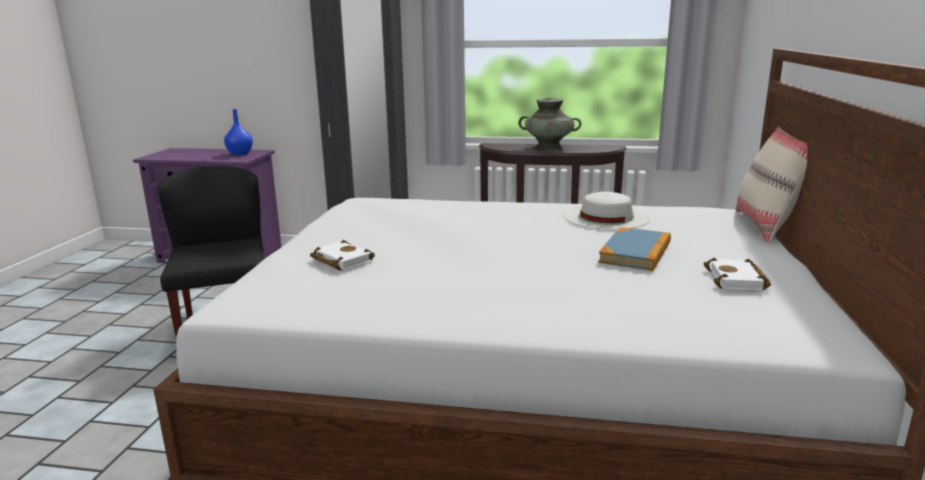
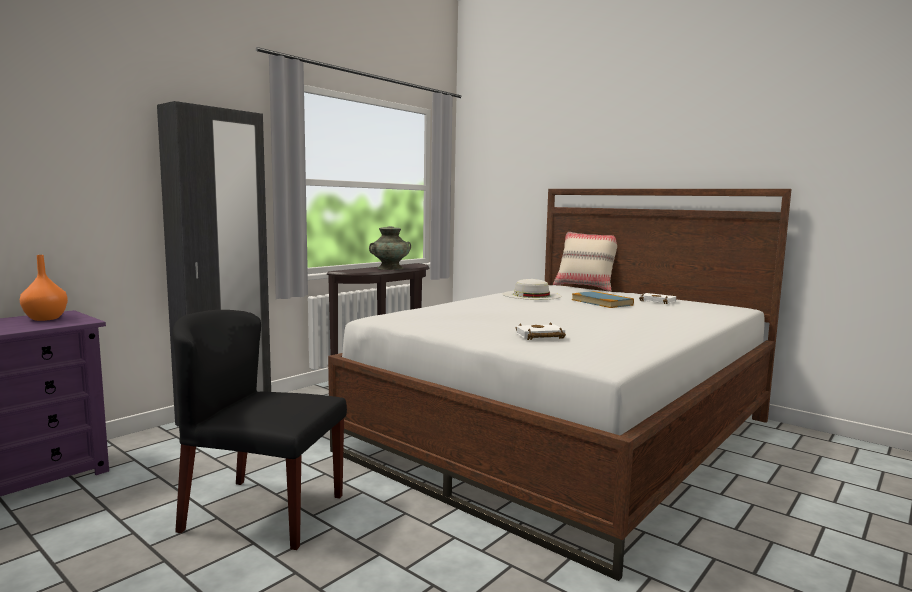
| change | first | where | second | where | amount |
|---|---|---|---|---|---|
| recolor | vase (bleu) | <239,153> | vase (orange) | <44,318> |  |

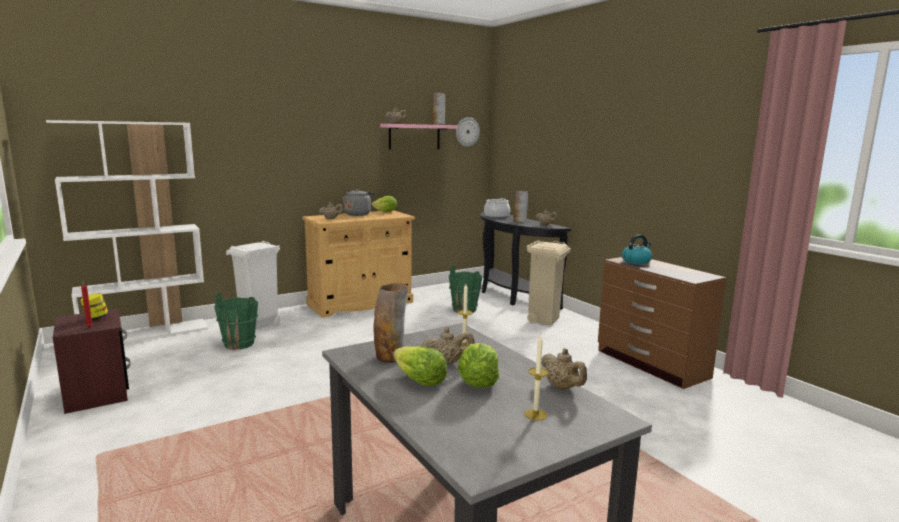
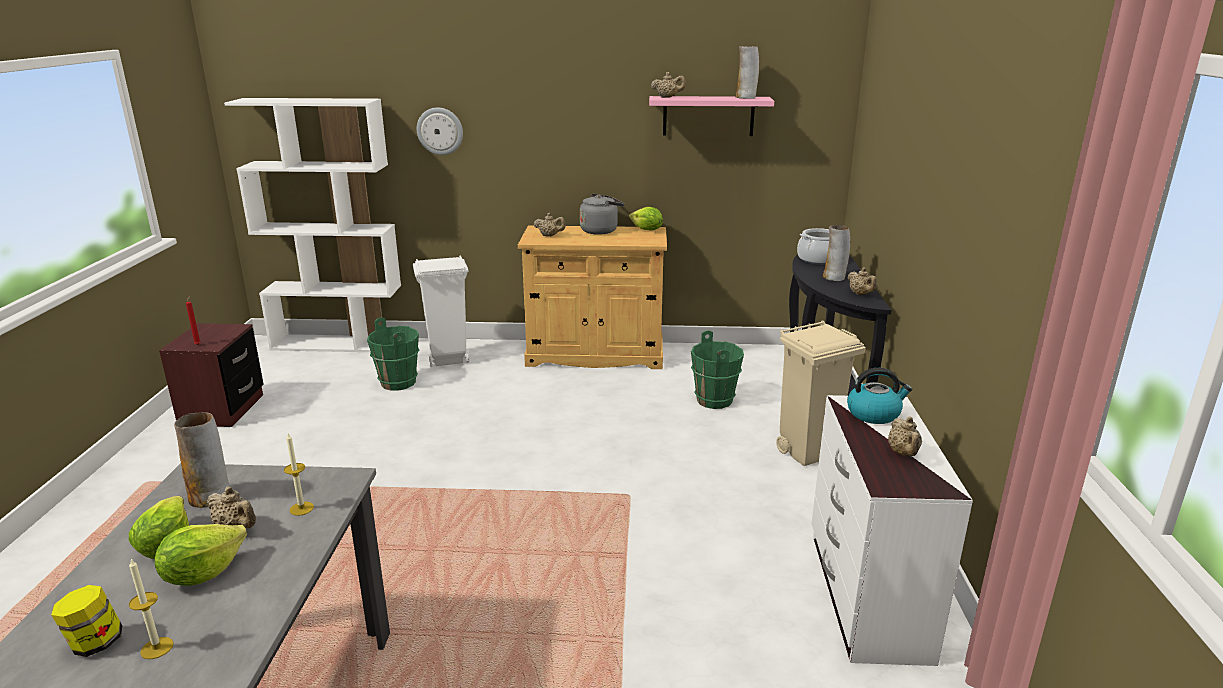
| change | first | where | second | where | amount |
|---|---|---|---|---|---|
| move | bocal | <96,318> |  | <95,643> |  |
| move | horloge murale | <467,131> |  | <440,131> |  |
| recolor | commode (marron) | <651,364> | commode (blanc) | <865,595> |  |
| move | théière (beige) | <562,387> |  | <903,453> |  |

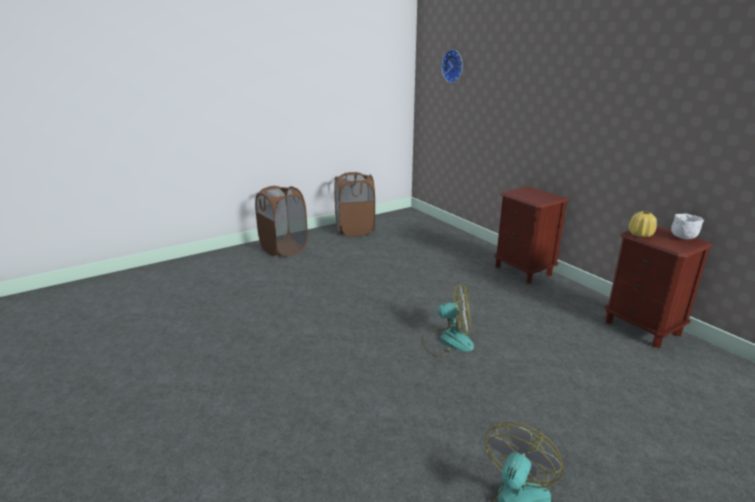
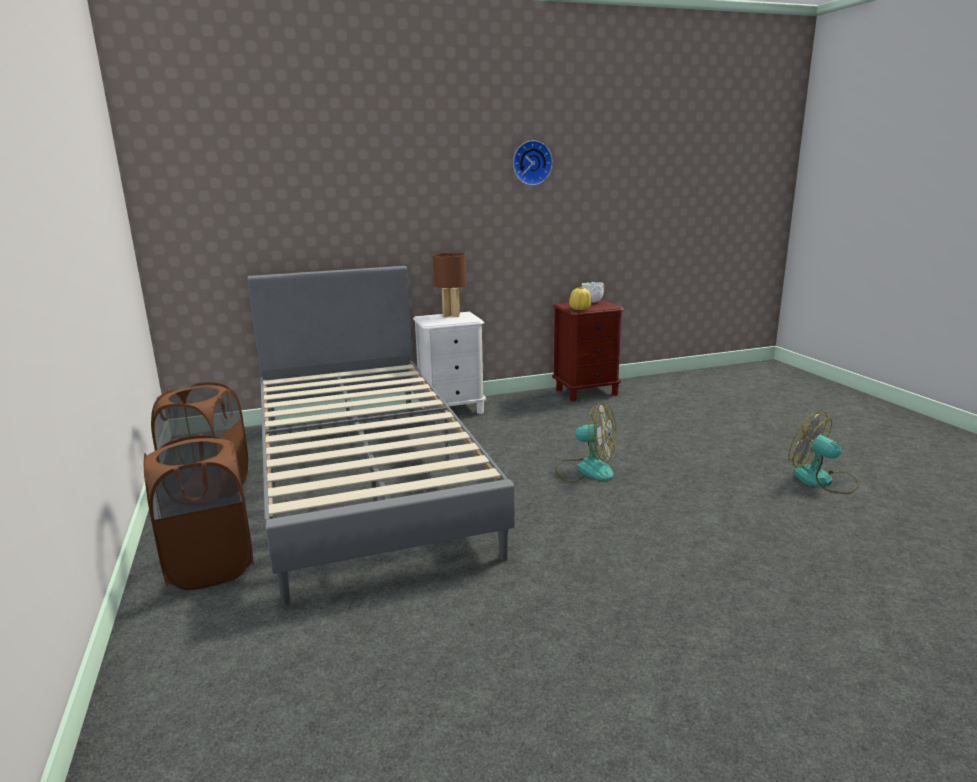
| change | first | where | second | where | amount |
|---|---|---|---|---|---|
| insert |  |  | lit (gris) | <365,478> |  |
| recolor | table de chevet (marron) | <523,270> | table de chevet (blanc) | <452,410> |  |
| insert |  |  | lampe de table (marron) | <451,315> |  |
| move | horloge murale | <454,66> |  | <531,163> |  |
| rotate | ventilateur | <447,341> |  | <586,469> | 90 degrees clockwise |

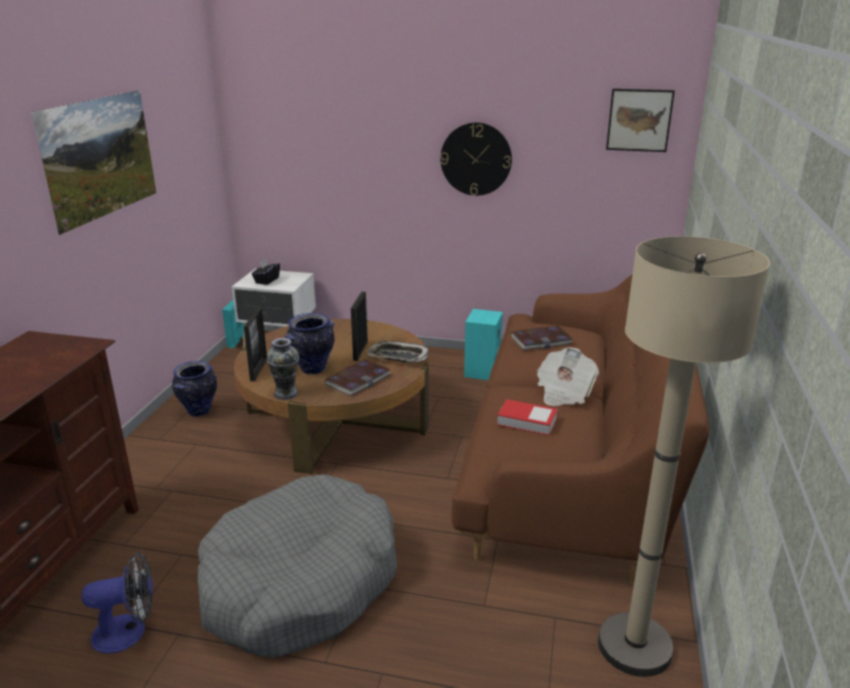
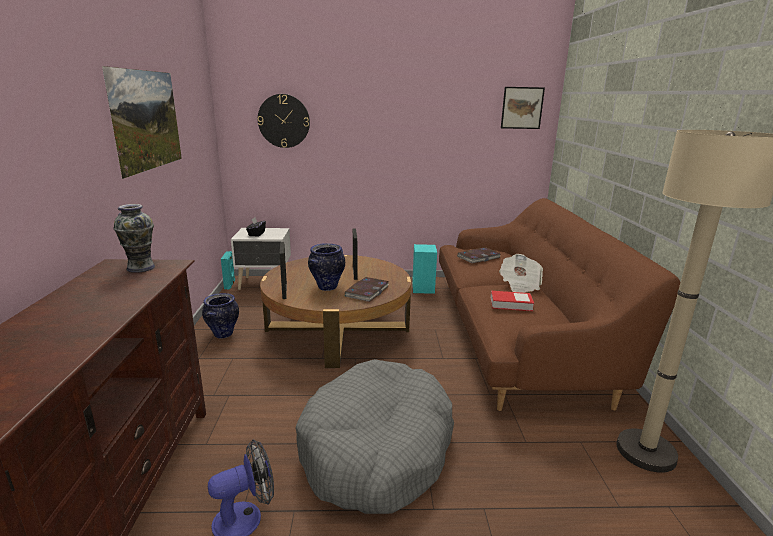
| change | first | where | second | where | amount |
|---|---|---|---|---|---|
| move | vase | <285,394> |  | <140,268> |  |
| move | horloge murale | <476,159> |  | <284,121> |  |
| delete | plateau | <397,356> |  |  |  |

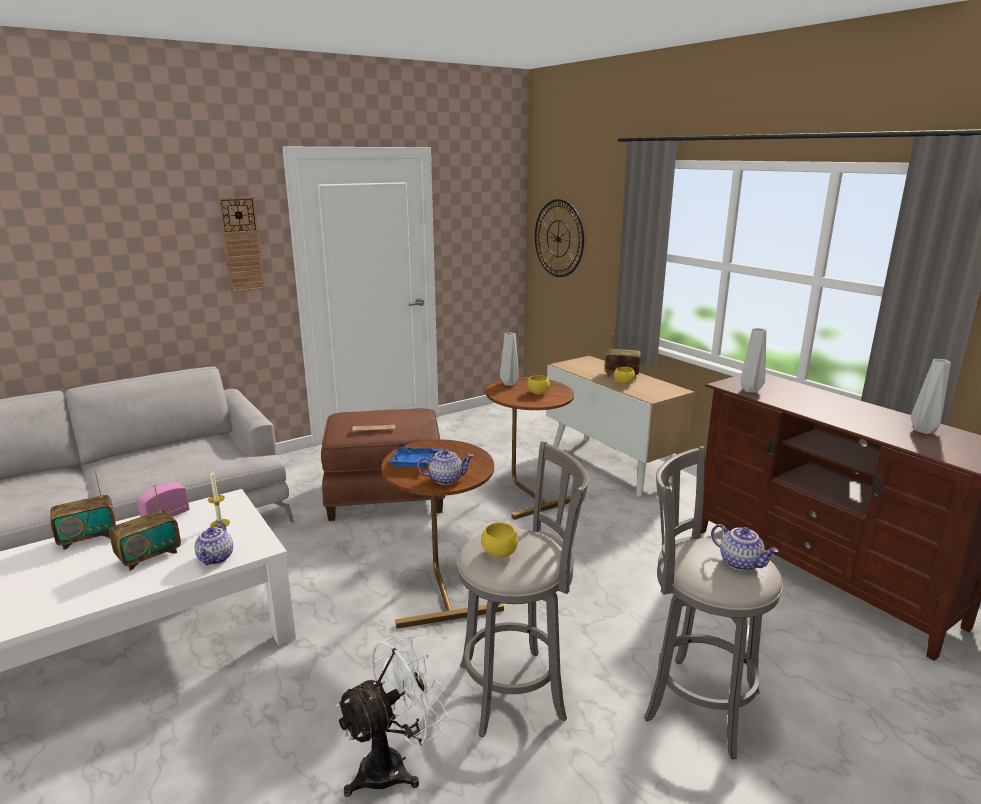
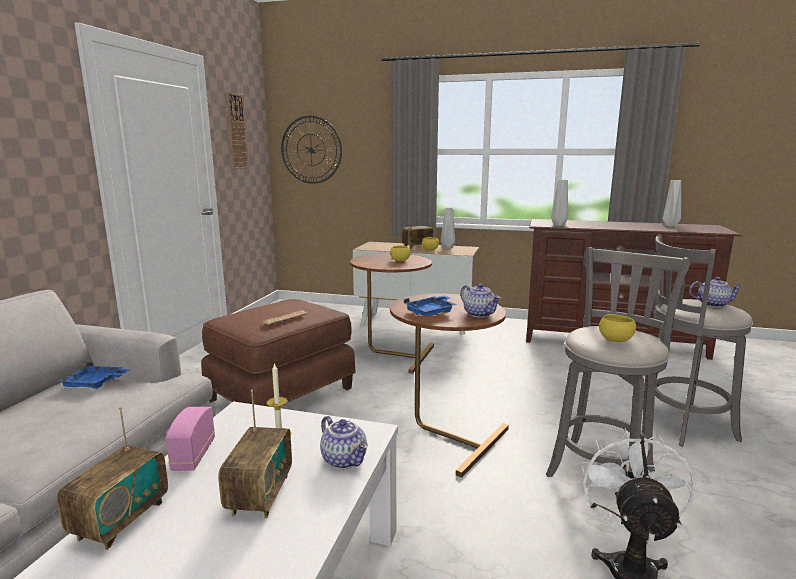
| change | first | where | second | where | amount |
|---|---|---|---|---|---|
| insert |  |  | plateau (bleu) | <95,383> |  |
| move | horloge murale | <242,244> |  | <236,131> |  |
| move | vase (gris) | <508,384> |  | <447,248> |  |
| rotate | théière | <446,479> |  | <479,314> | 105 degrees clockwise |

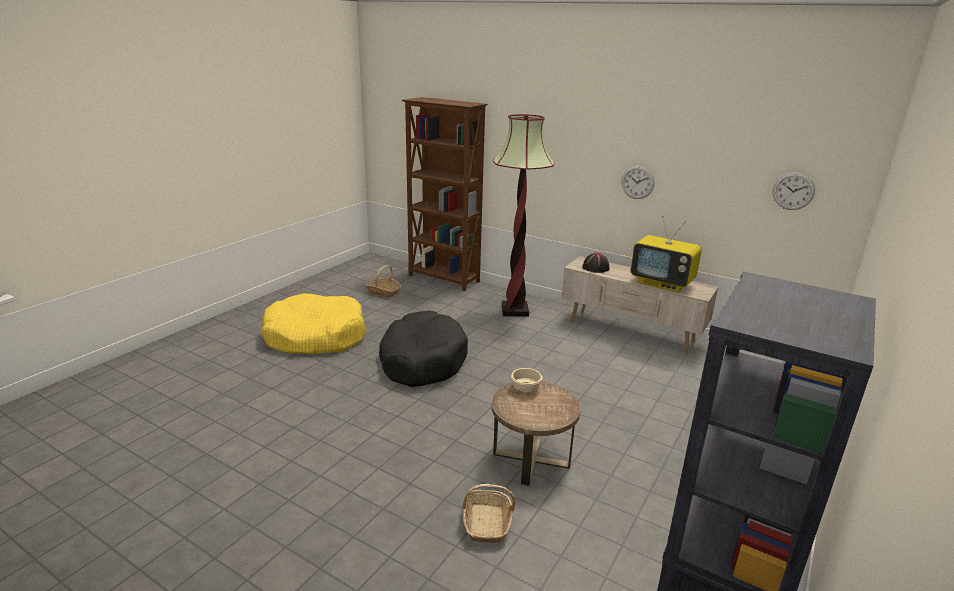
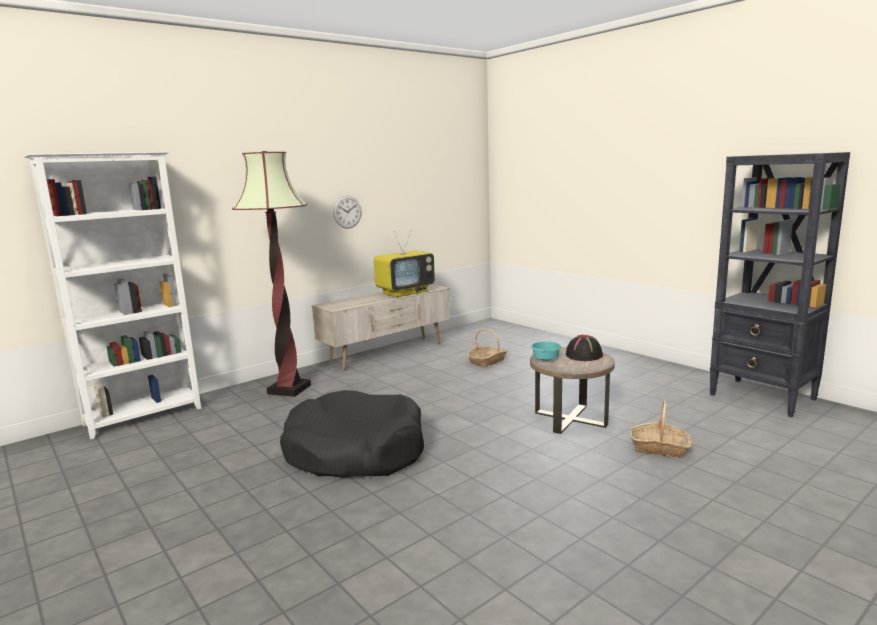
| change | first | where | second | where | amount |
|---|---|---|---|---|---|
| recolor | bibliothèque (marron) | <444,279> | bibliothèque (blanc) | <145,417> |  |
| move | panier | <383,292> |  | <487,361> |  |
| recolor | bol (beige) | <526,389> | bol (turquoise) | <546,359> |  |
| move | chapeau (noir) | <595,268> |  | <584,355> |  |
| delete | panier pour chien (jaune) | <315,336> |  |  |  |
| delete | horloge murale | <793,191> |  |  |  |

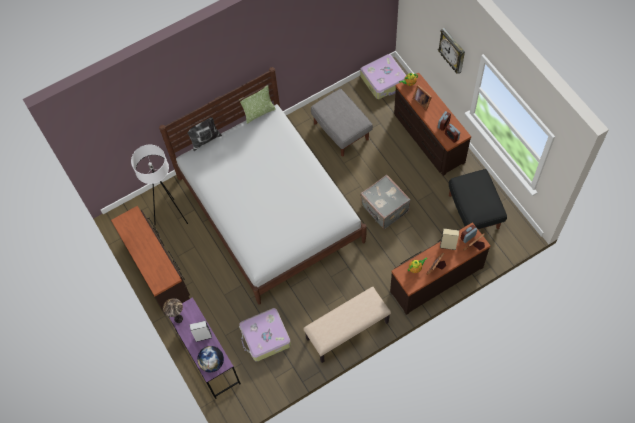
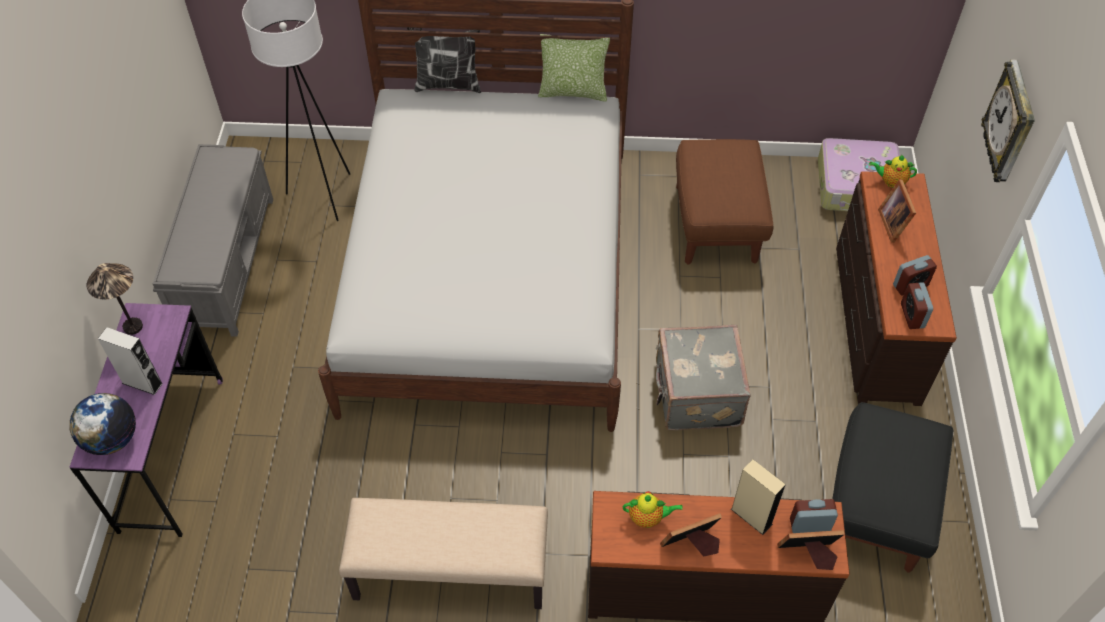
| change | first | where | second | where | amount |
|---|---|---|---|---|---|
| replace | commode (marron) | <157,270> | banc (gris) | <227,262> |  |
| recolor | pouf (gris) | <341,131> | pouf (marron) | <716,224> |  |
| delete | valise | <265,337> |  |  |  |

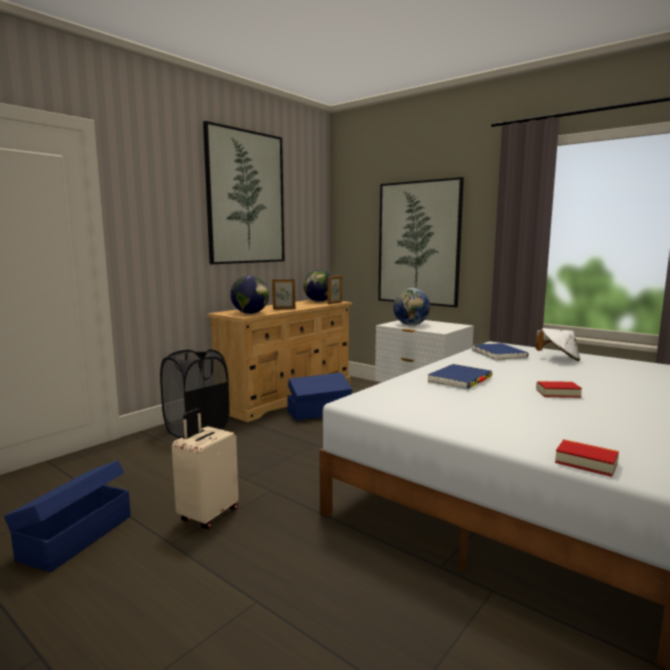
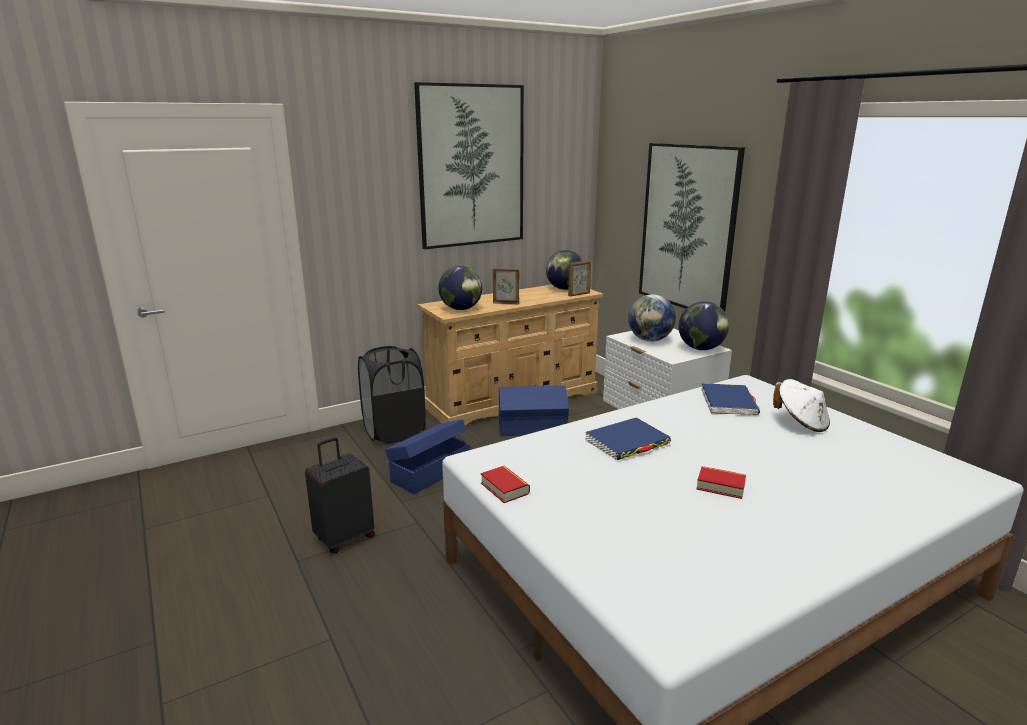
| change | first | where | second | where | amount |
|---|---|---|---|---|---|
| recolor | valise (beige) | <208,515> | valise (noir) | <344,538> |  |
| move | boîte de rangement (bleu) | <74,537> |  | <429,472> |  |
| move | livre | <586,463> |  | <505,488> |  |
| insert |  |  | globe | <700,349> |  |

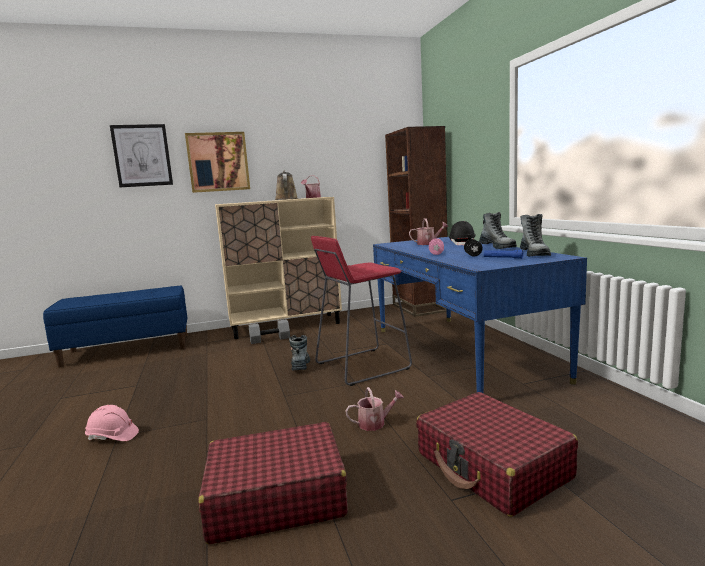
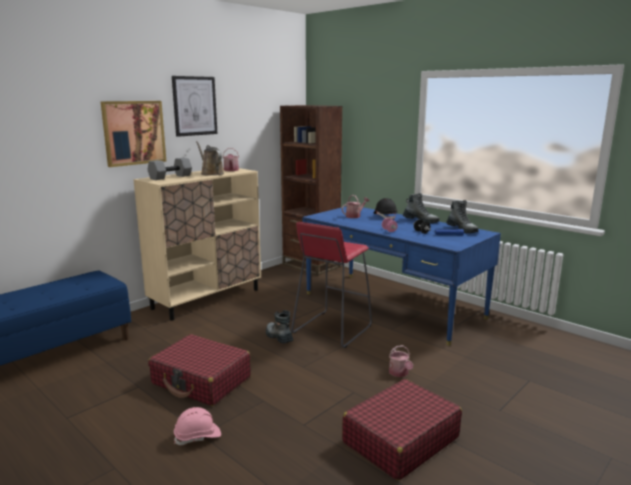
| change | first | where | second | where | amount |
|---|---|---|---|---|---|
| move | haltère (gris) | <270,339> |  | <170,177> |  |
| move | valise (rouge) | <492,466> |  | <201,380> |  |
| move | tableau | <142,155> |  | <194,106> |  |
| rotate | arrosoir | <375,423> |  | <399,373> | 120 degrees clockwise |

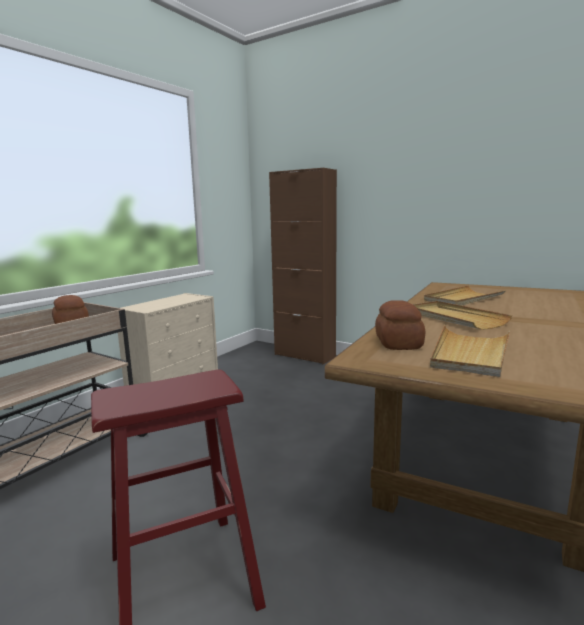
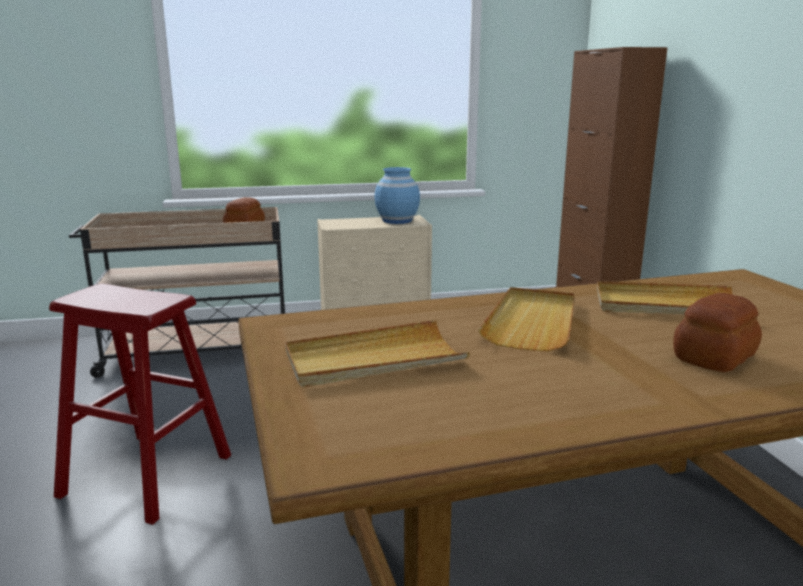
| change | first | where | second | where | amount |
|---|---|---|---|---|---|
| insert |  |  | vase (bleu) | <397,220> |  |
| move | pain | <399,342> |  | <716,357> |  |

